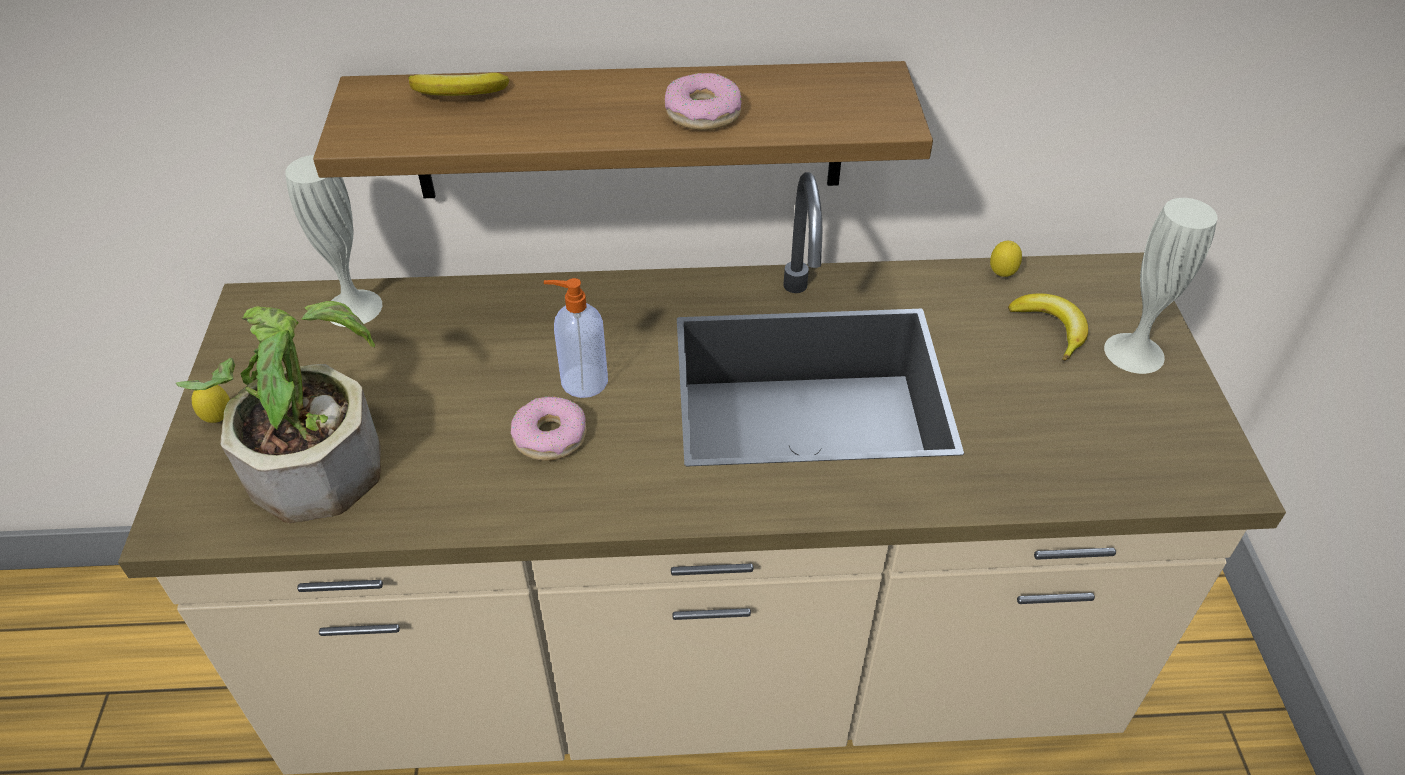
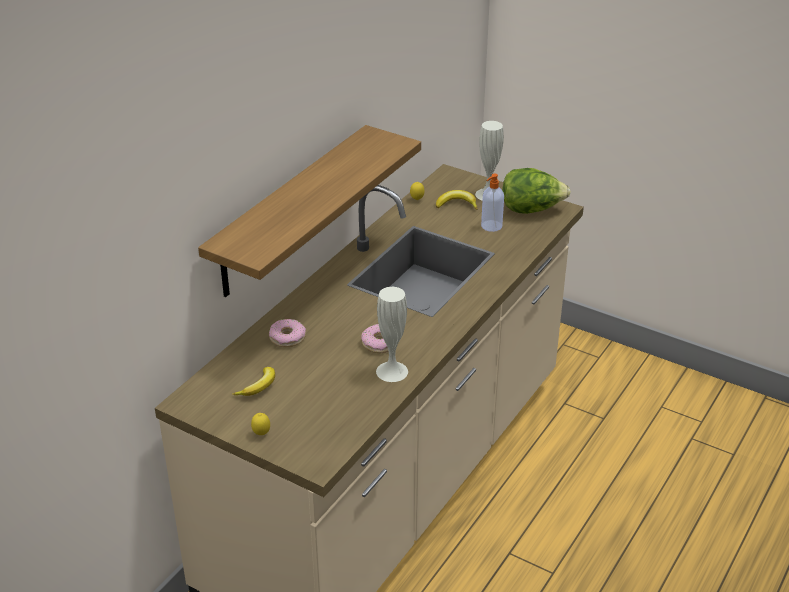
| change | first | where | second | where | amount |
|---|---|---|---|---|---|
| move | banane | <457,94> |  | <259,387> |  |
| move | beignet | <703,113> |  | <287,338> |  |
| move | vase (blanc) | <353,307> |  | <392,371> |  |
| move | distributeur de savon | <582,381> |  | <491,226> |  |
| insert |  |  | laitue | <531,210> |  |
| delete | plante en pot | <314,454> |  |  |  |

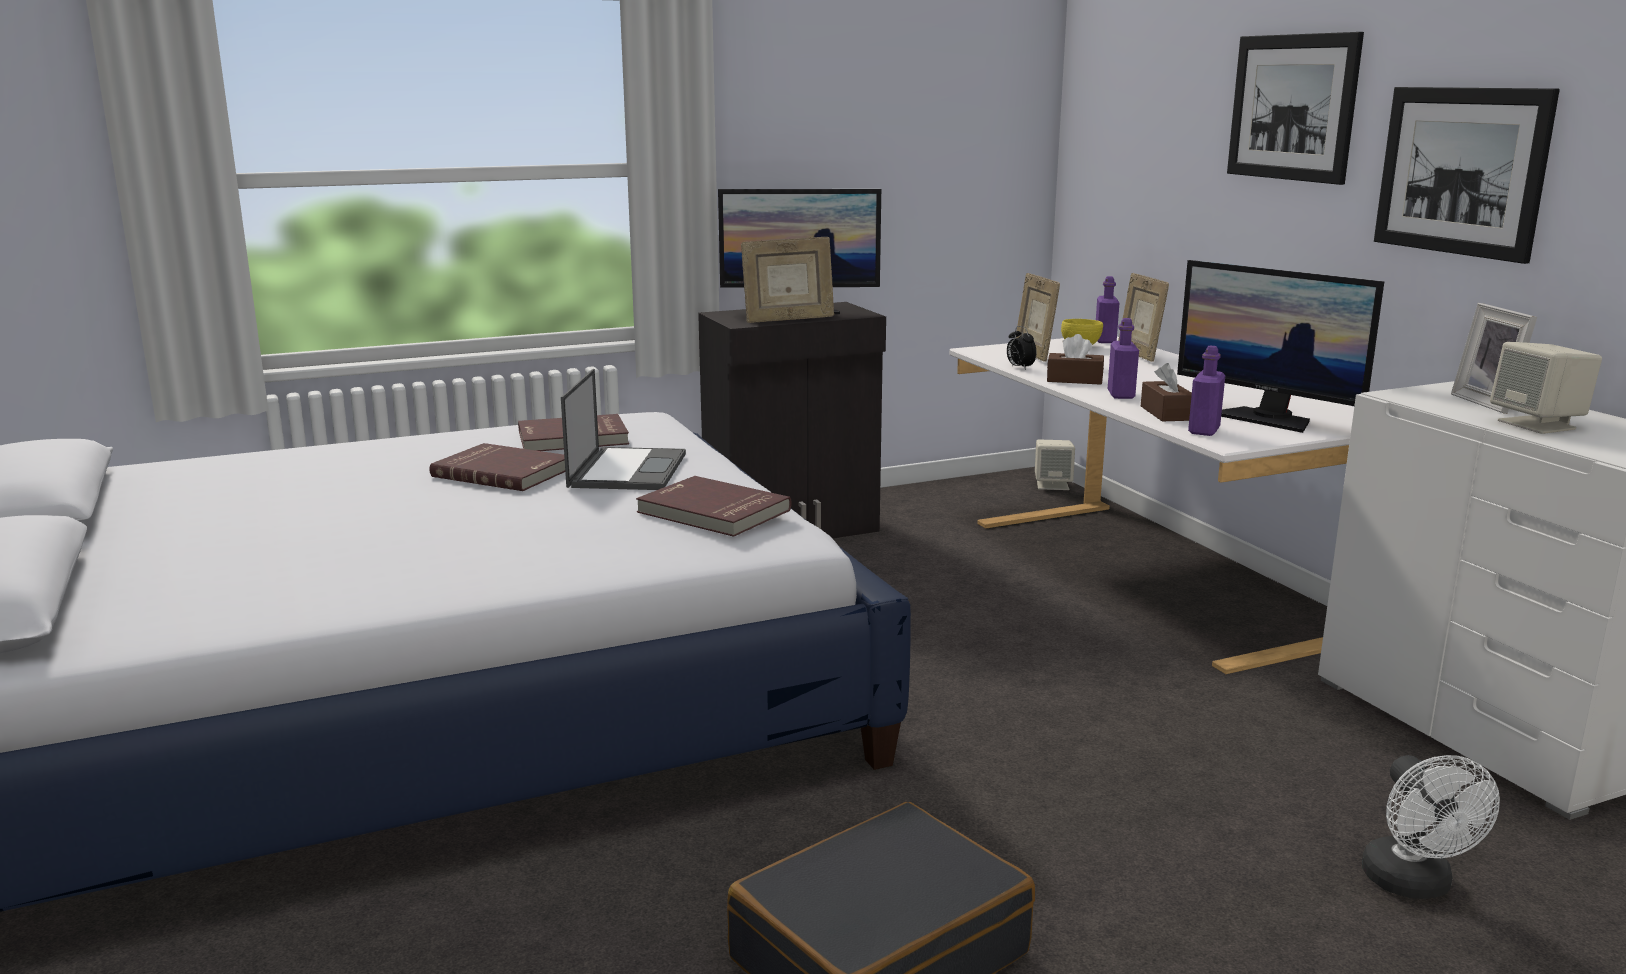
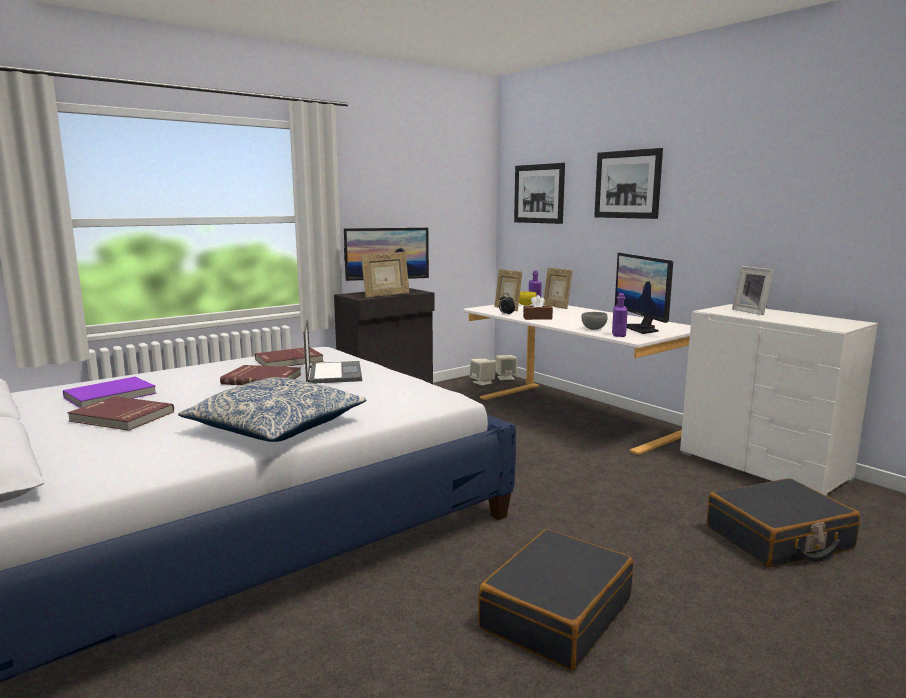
| change | first | where | second | where | amount |
|---|---|---|---|---|---|
| insert |  |  | livre (violet) | <111,396> |  |
| move | livre (rouge) | <712,512> |  | <121,417> |  |
| insert |  |  | coussin | <276,426> |  |
| move | enceinte (beige) | <1538,425> |  | <482,382> |  |
| move | tableau | <1461,171> |  | <539,193> |  |
| replace | boîte à mouchoirs (marron) | <1166,413> | bol (gris) | <594,329> |  |
| rotate | écran d'ordinateur | <1267,418> |  | <641,328> | 45 degrees clockwise |
| replace | ventilateur (blanc) | <1413,885> | valise (noir) | <778,538> |  |
| delete | bouteille (violet) | <1121,395> |  |  |  |

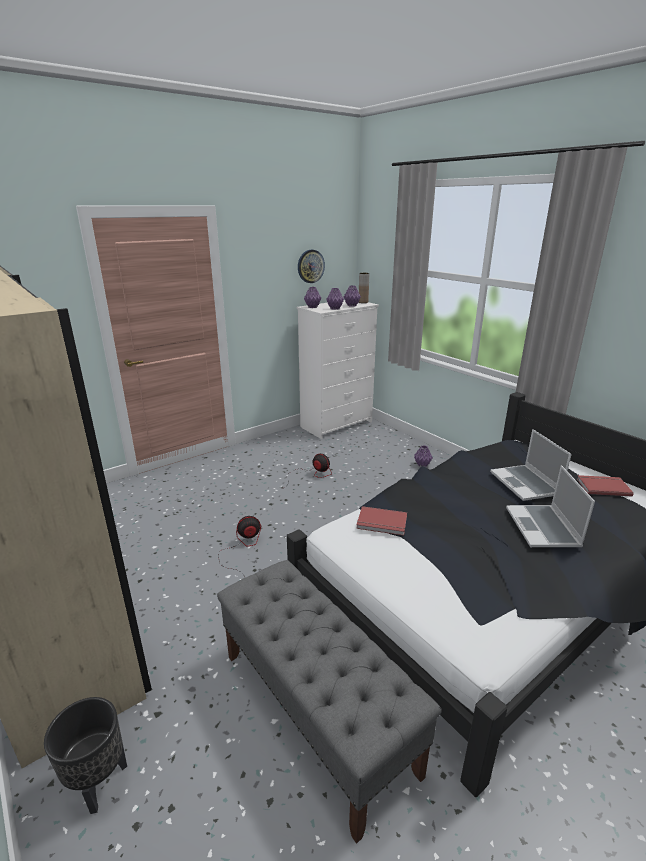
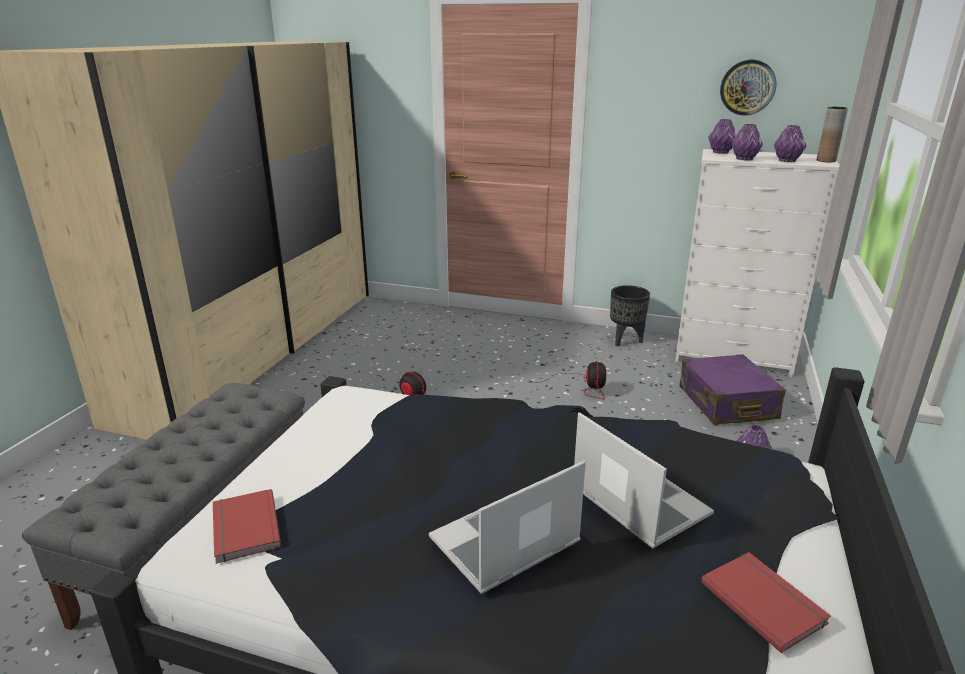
| change | first | where | second | where | amount |
|---|---|---|---|---|---|
| move | livre (rouge) | <382,523> |  | <243,528> |  |
| rotate | ordinateur portable | <526,484> |  | <636,502> | 105 degrees clockwise |
| move | cache-pot (noir) | <100,783> |  | <626,341> |  |
| insert |  |  | valise (violet) | <726,403> |  |

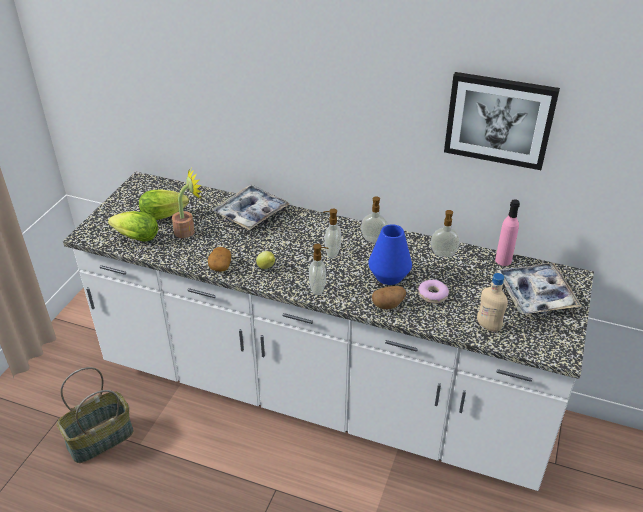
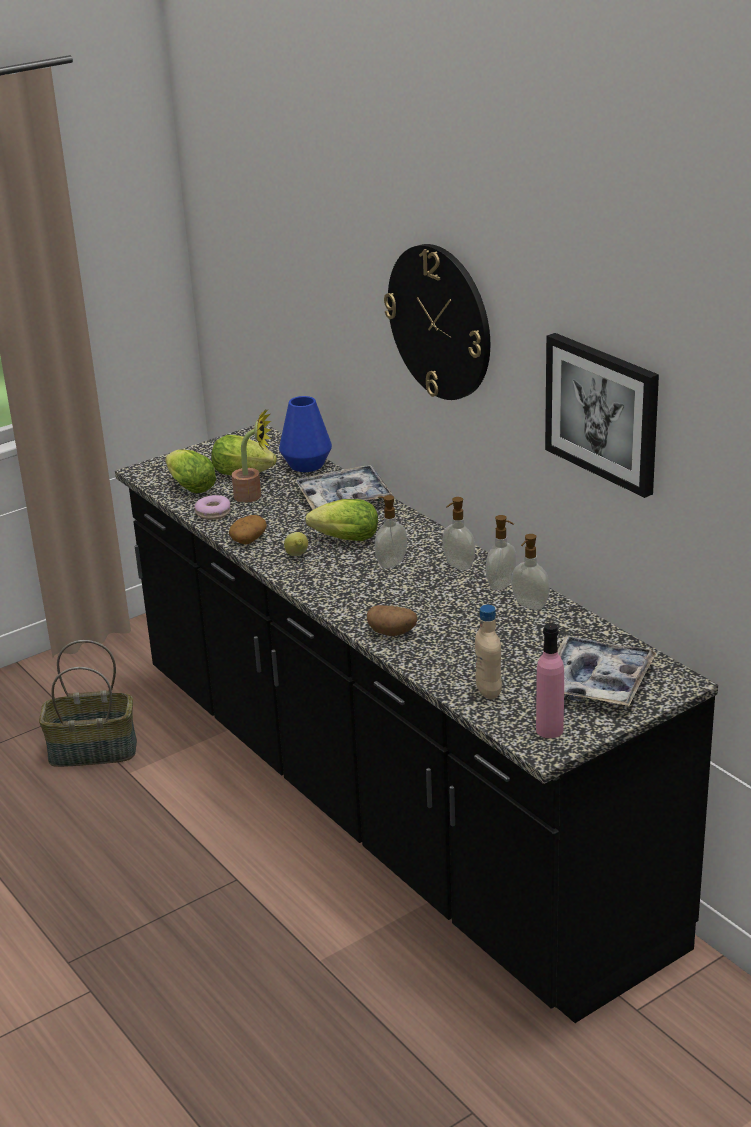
| change | first | where | second | where | amount |
|---|---|---|---|---|---|
| recolor | comptoir de cuisine (blanc) | <321,395> | comptoir de cuisine (noir) | <387,805> |  |
| move | beignet | <432,295> |  | <213,513> |  |
| move | vase (bleu) | <388,276> |  | <306,465> |  |
| insert |  |  | laitue | <342,539> |  |
| insert |  |  | horloge murale | <440,322> |  |
| move | distributeur de savon | <318,289> |  | <502,585> |  |
| move | bouteille (rose) | <503,260> |  | <549,730> |  |

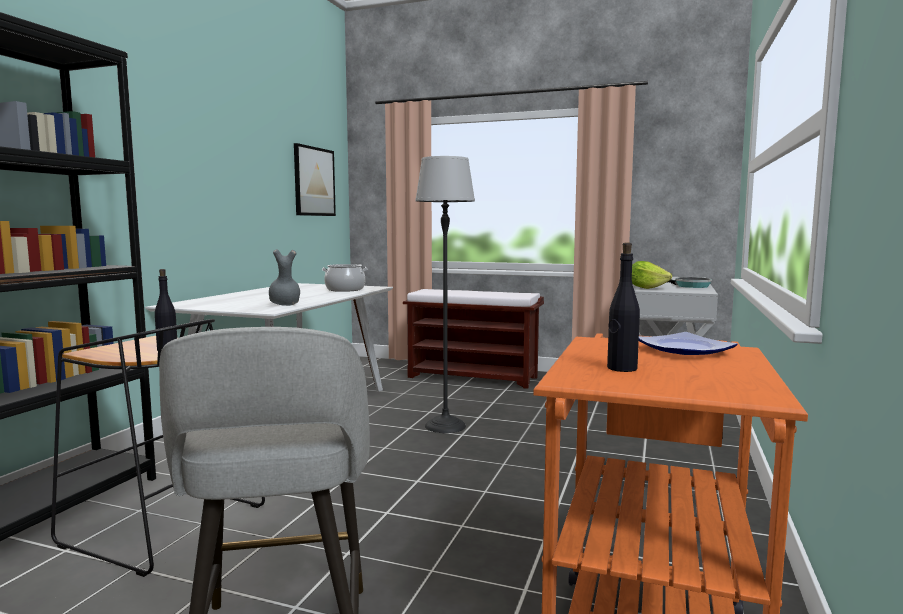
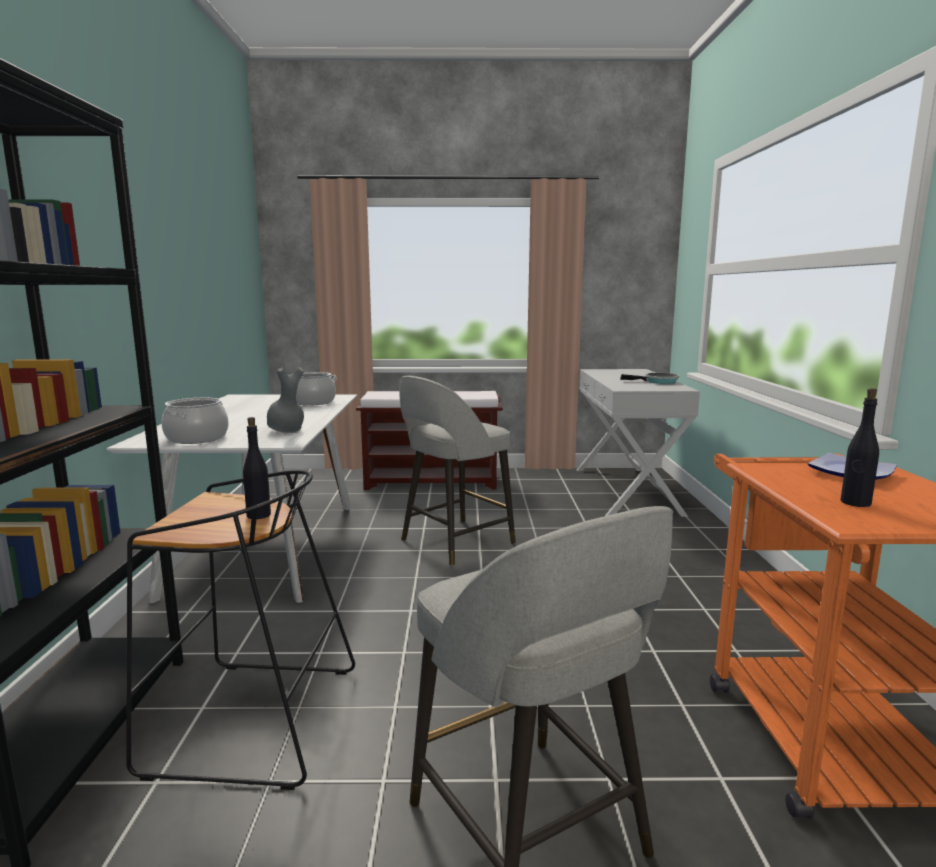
| change | first | where | second | where | amount |
|---|---|---|---|---|---|
| insert |  |  | marmite | <197,438> |  |
| replace | lampadaire | <445,426> | tabouret (gris) | <454,542> |  |
| delete | tableau | <314,181> |  |  |  |
| delete | laitue | <646,288> |  |  |  |

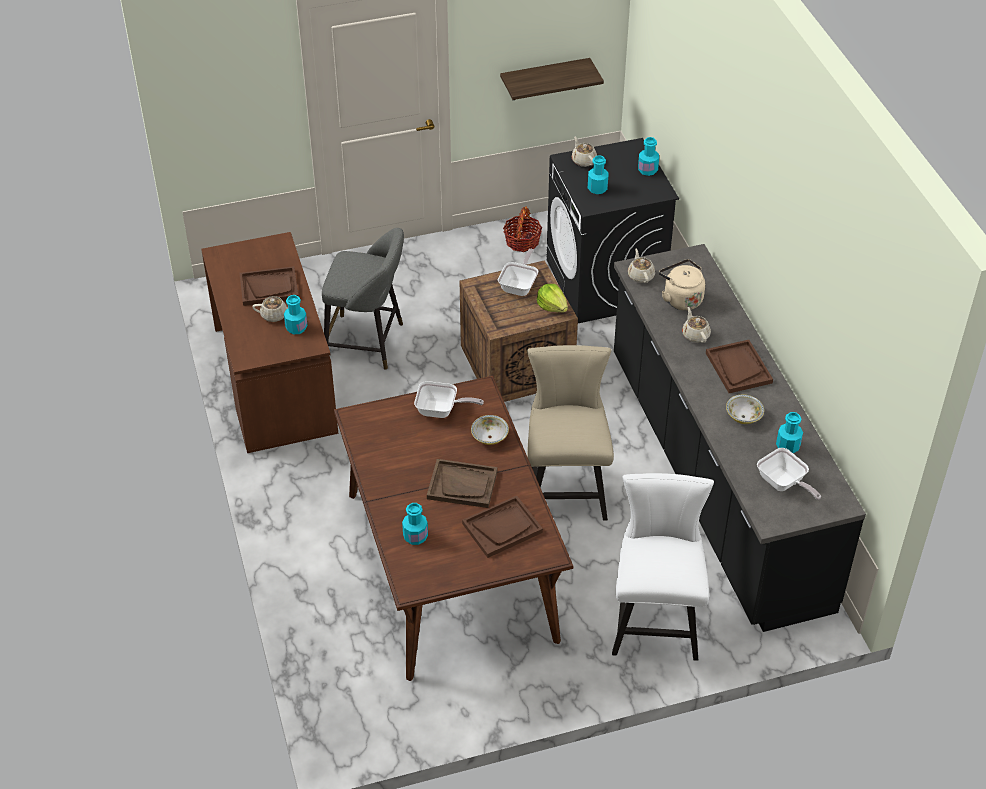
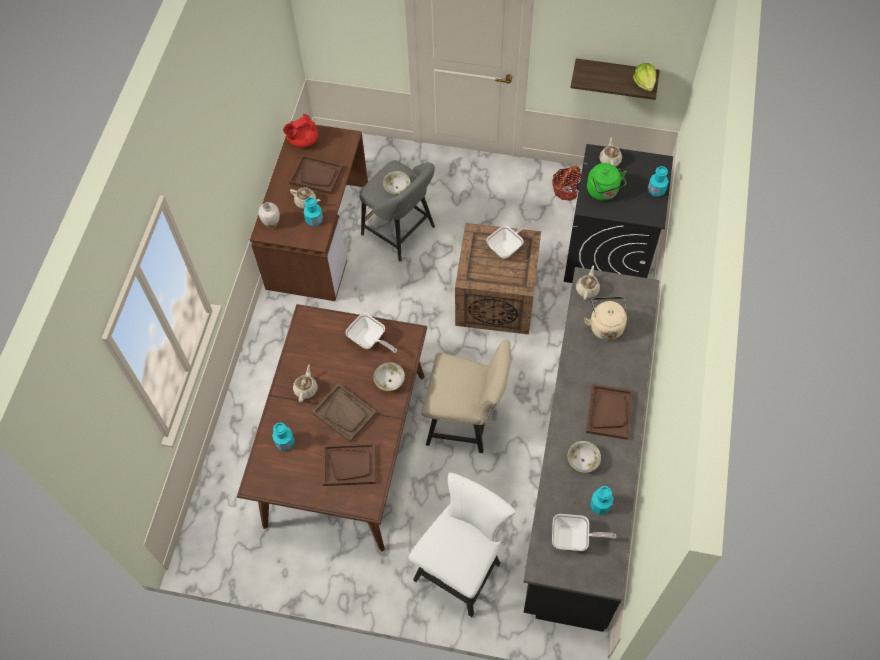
| change | first | where | second | where | amount |
|---|---|---|---|---|---|
| insert |  |  | vase (blanc) | <271,223> |  |
| insert |  |  | théière (rouge) | <302,141> |  |
| move | théière (beige) | <695,335> |  | <306,389> |  |
| insert |  |  | bol | <397,188> |  |
| rotate | chaise (beige) | <565,488> |  | <466,423> | 75 degrees clockwise |
| rotate | poêle | <783,484> |  | <574,538> | 75 degrees counterclockwise |
| replace | bouteille (turquoise) | <597,188> | bouilloire (vert) | <603,192> |  |
| move | laitue | <552,306> |  | <644,83> |  |

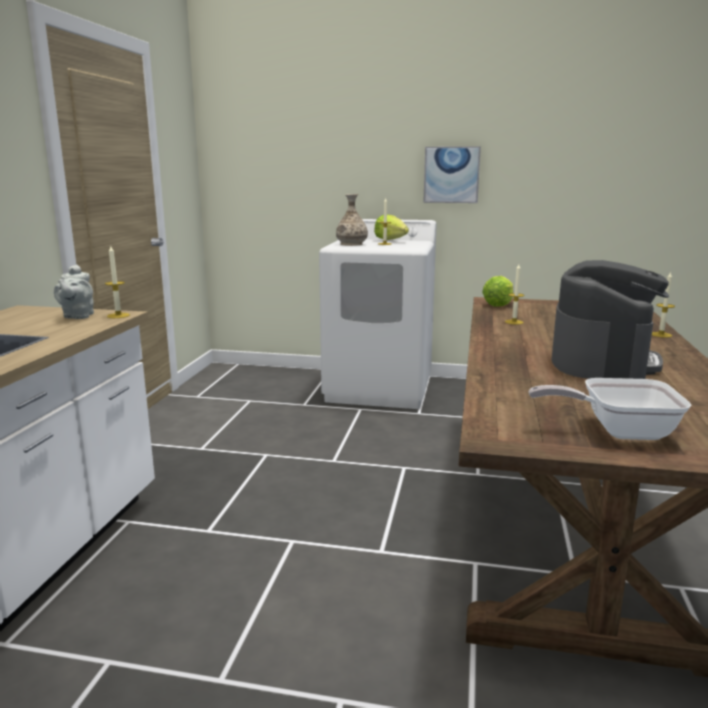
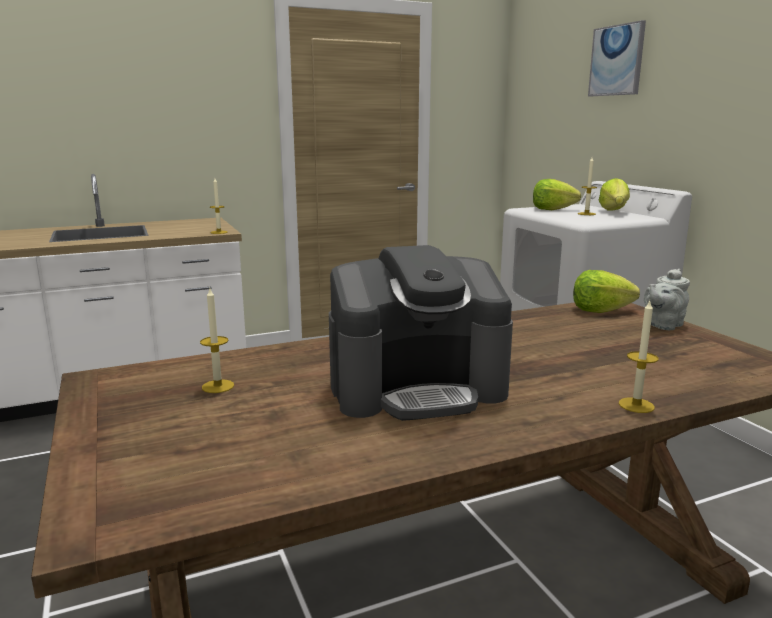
| change | first | where | second | where | amount |
|---|---|---|---|---|---|
| move | bougie | <514,322> |  | <218,386> |  |
| replace | vase | <351,244> | laitue | <552,209> |  |
| move | tableau | <451,175> |  | <617,60> |  |
| move | théière (gris) | <77,316> |  | <663,325> |  |
| delete | poêle | <617,431> |  |  |  |

